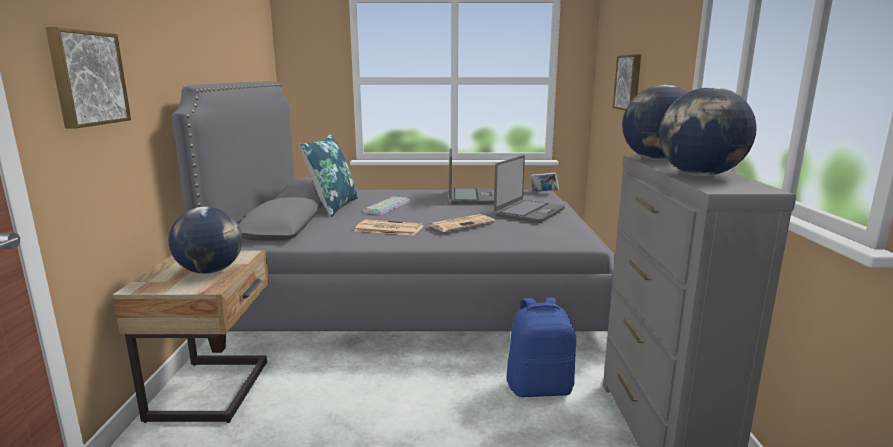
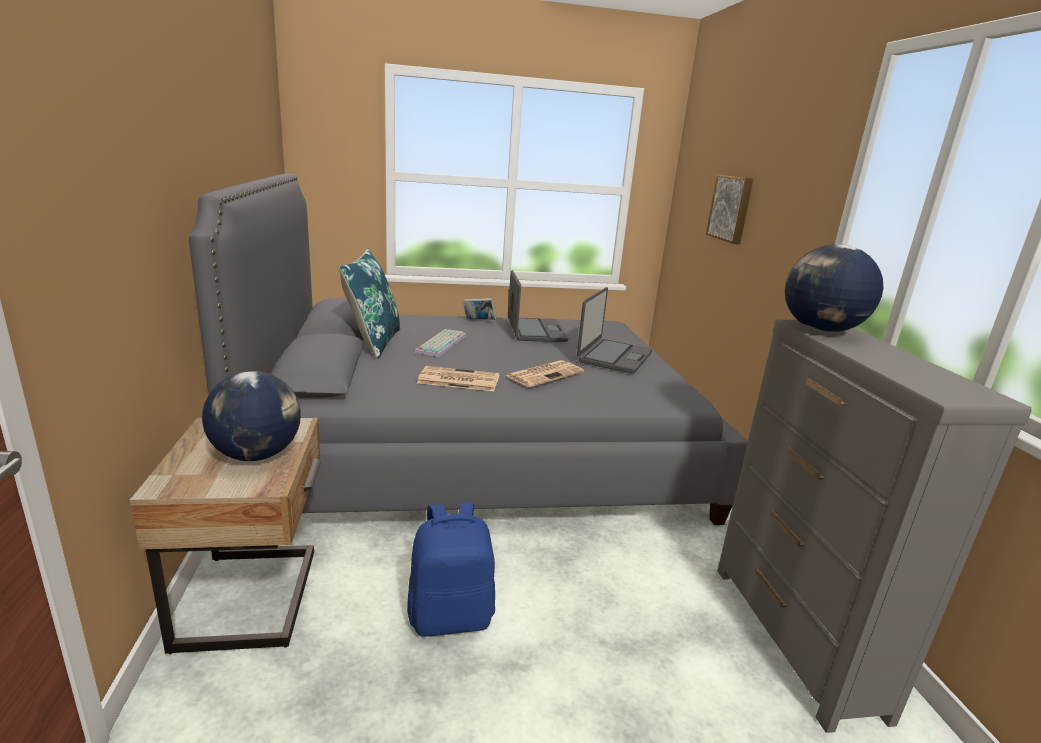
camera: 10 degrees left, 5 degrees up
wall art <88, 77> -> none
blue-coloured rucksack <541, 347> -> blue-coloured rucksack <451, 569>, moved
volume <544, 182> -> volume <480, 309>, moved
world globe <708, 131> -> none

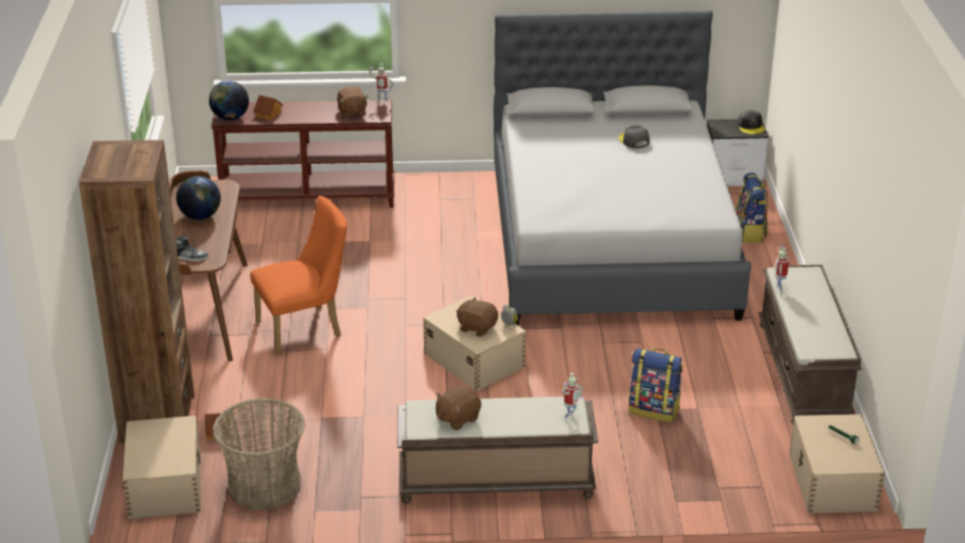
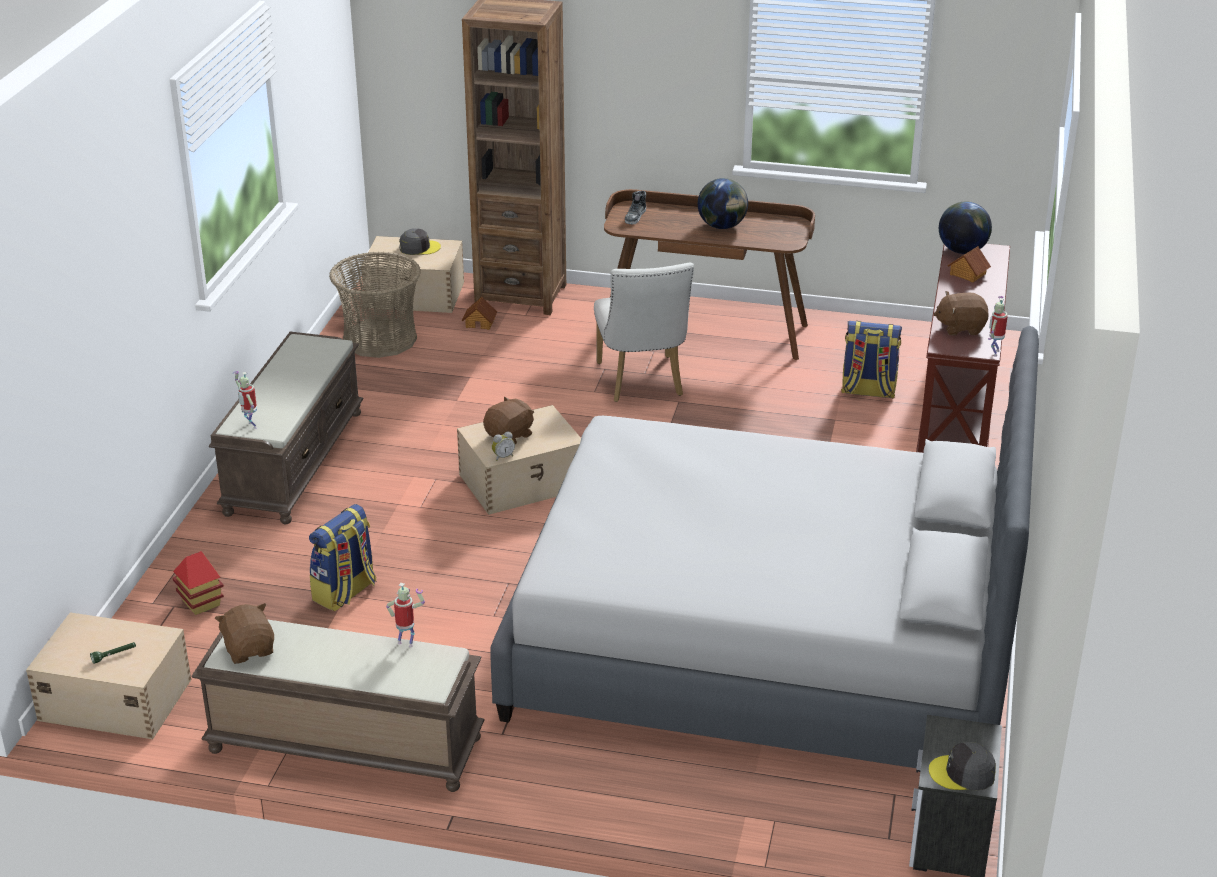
camera: 105 degrees right, 0 degrees up
orange-coloured plain chair <298, 275> -> white-coloured plain chair <644, 332>
brown plush toy <458, 407> -> brown plush toy <244, 633>, moved
grey baseball cap <634, 137> -> grey baseball cap <420, 241>, moved
rucksack <751, 208> -> rucksack <871, 360>, moved
none -> toy house <198, 583>

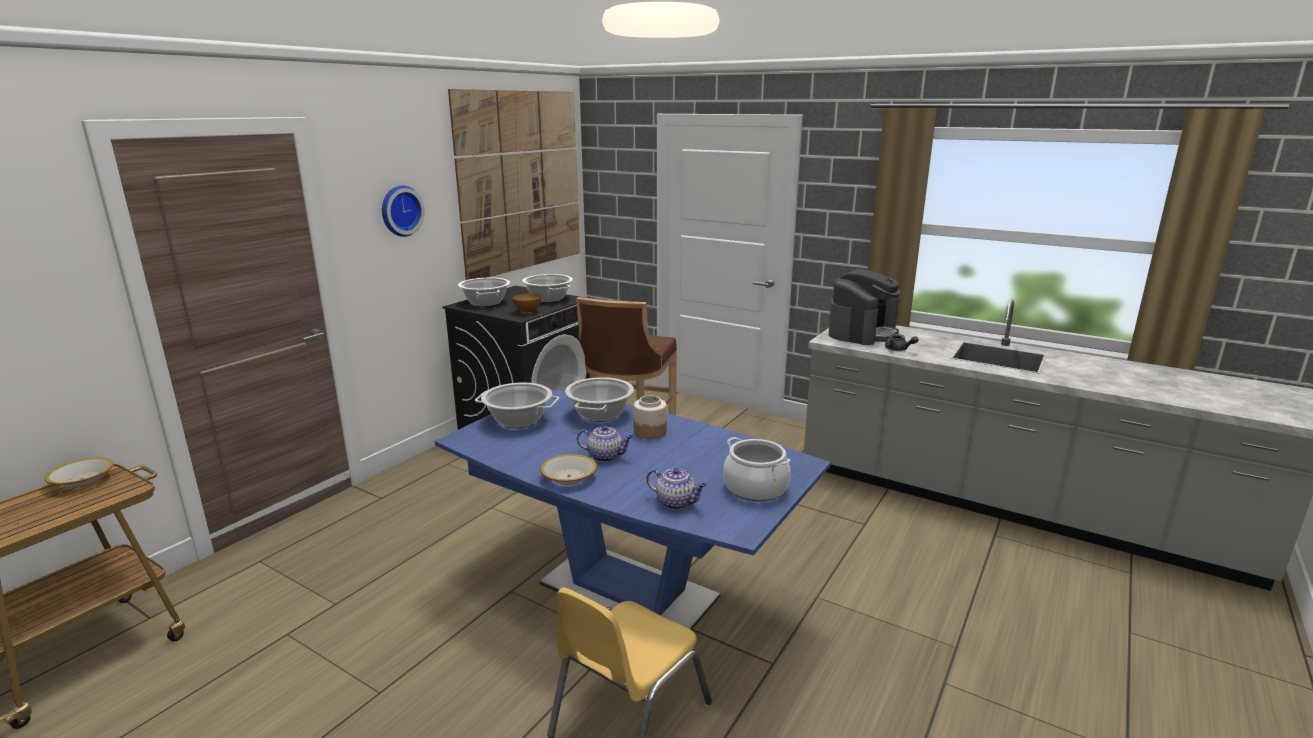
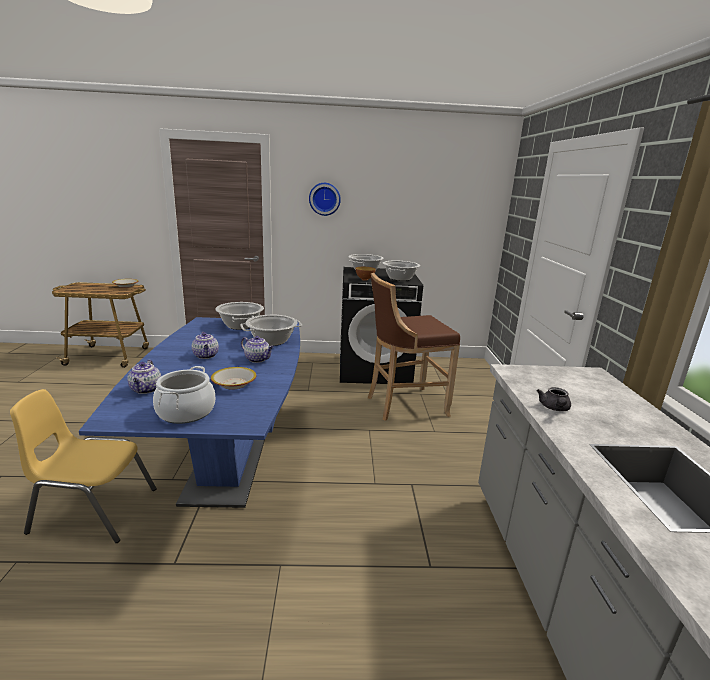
camera: 55 degrees right, 0 degrees up
wall art <514, 184> -> none
serving bowl <568, 469> -> serving bowl <233, 378>, moved
preserve jar <650, 417> -> pot for tea <257, 349>
coffee maker <864, 307> -> none

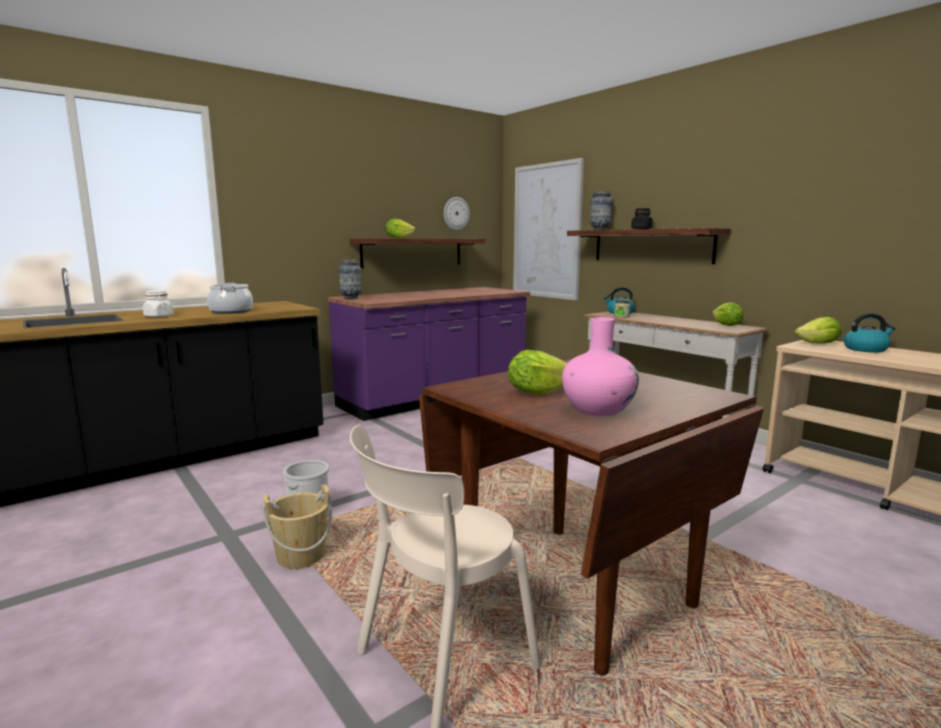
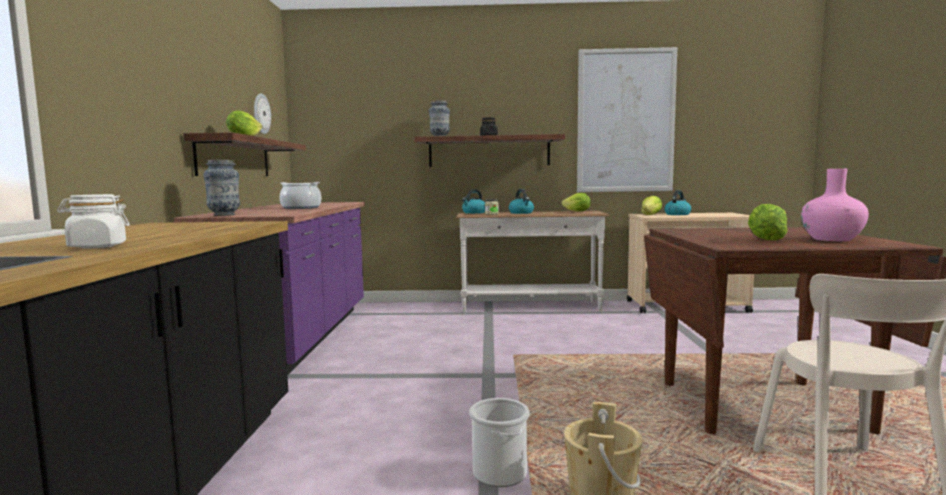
camera: 50 degrees left, 5 degrees down
saucepot <230, 298> -> saucepot <300, 195>, moved
wall art <548, 229> -> wall art <627, 119>, moved
none -> water kettle <521, 201>

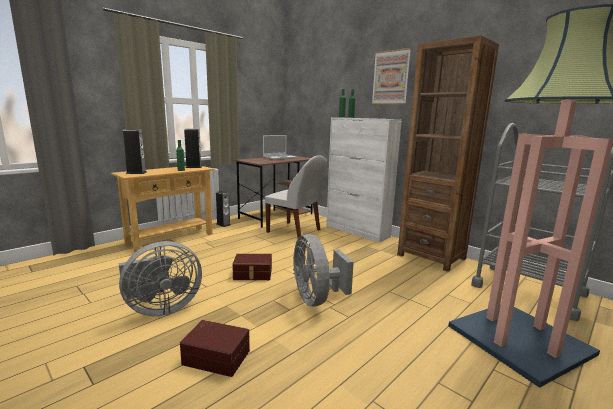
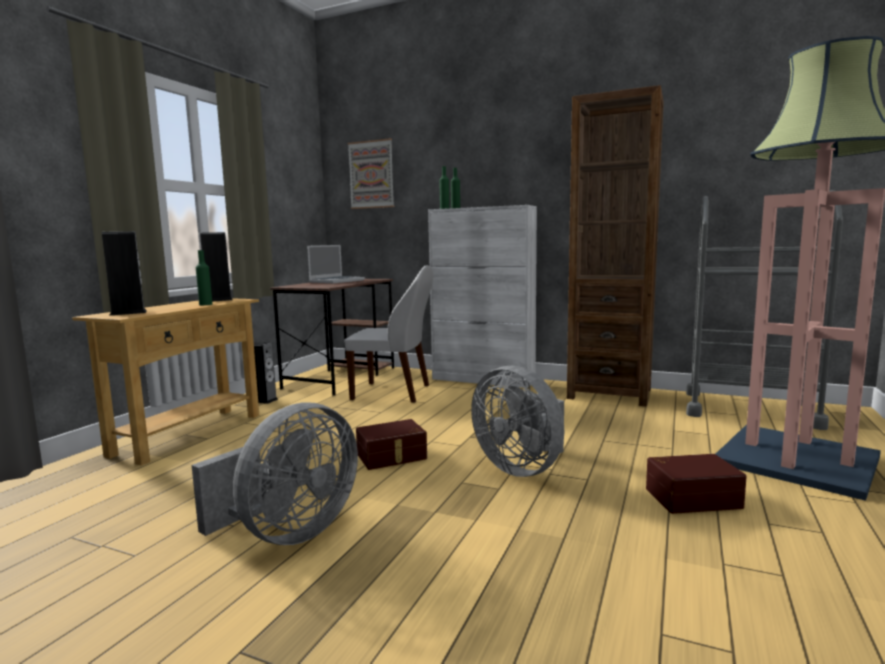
camera: 20 degrees left, 5 degrees down
brown storage bin <215, 348> -> brown storage bin <696, 484>, moved
wall art <391, 76> -> wall art <371, 173>, moved

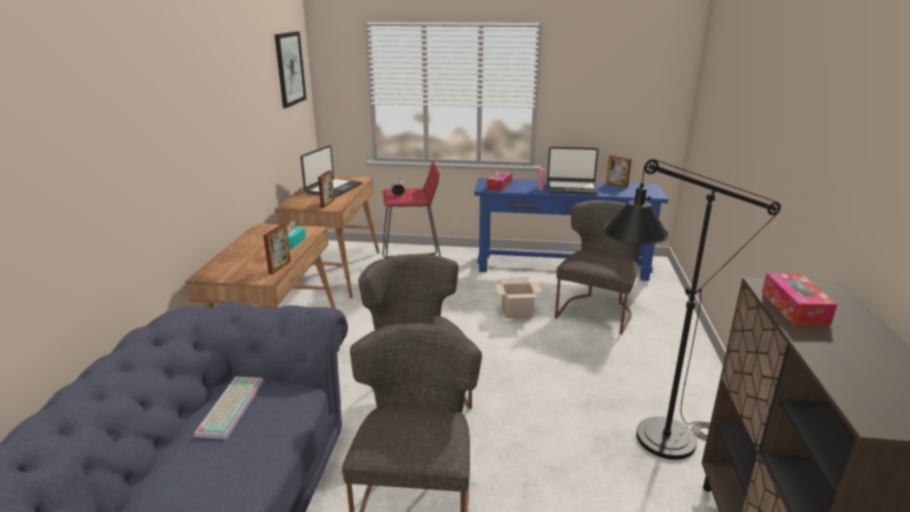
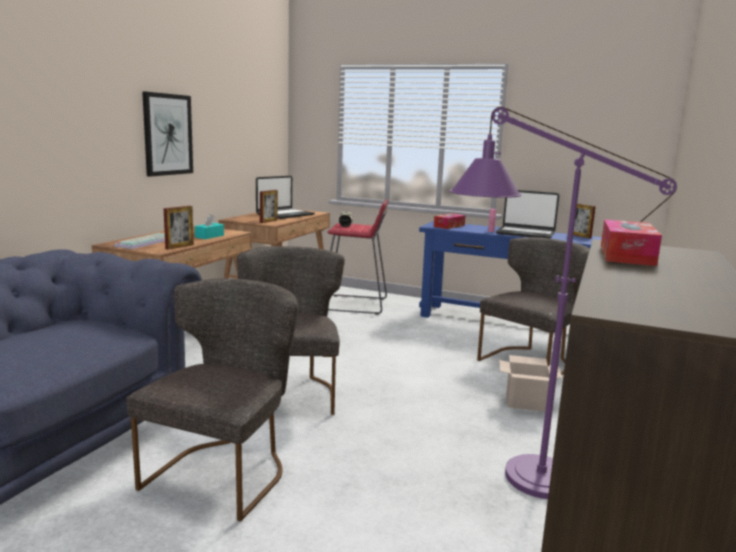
camera: 15 degrees right, 10 degrees down
keyboard <229, 407> -> keyboard <139, 241>, moved
wall art <290, 69> -> wall art <167, 134>, moved
carton <518, 298> -> carton <530, 383>, moved
blackish standing lamp <692, 309> -> purple-coloured standing lamp <563, 303>

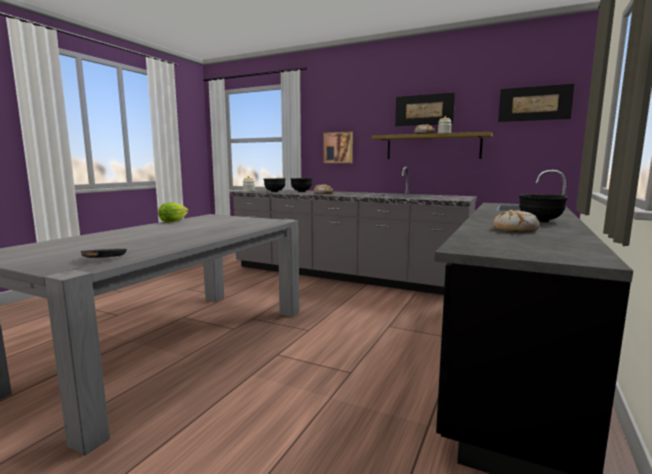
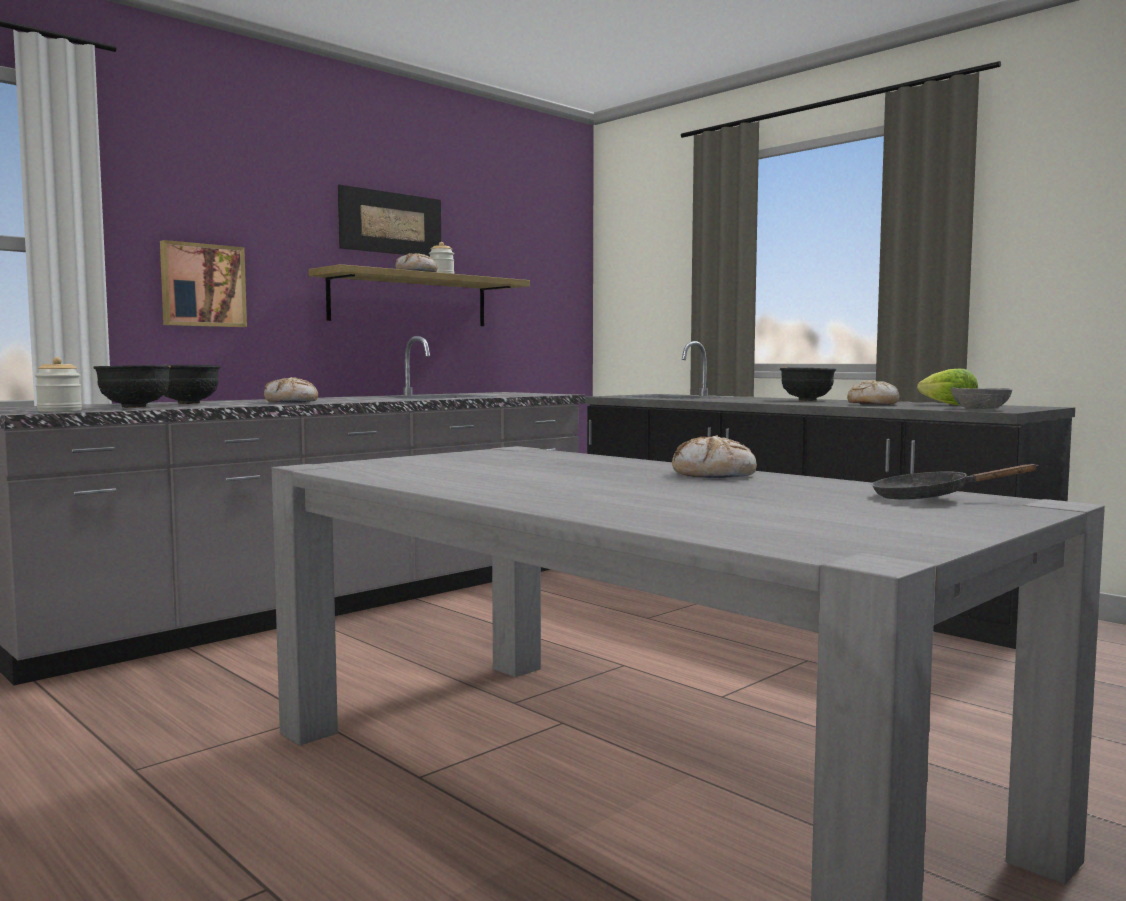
camera: 70 degrees left, 5 degrees down
lettuce <173, 213> -> lettuce <947, 387>, moved
wall art <536, 103> -> none
none -> bread <714, 456>
none -> grey serving bowl <981, 398>

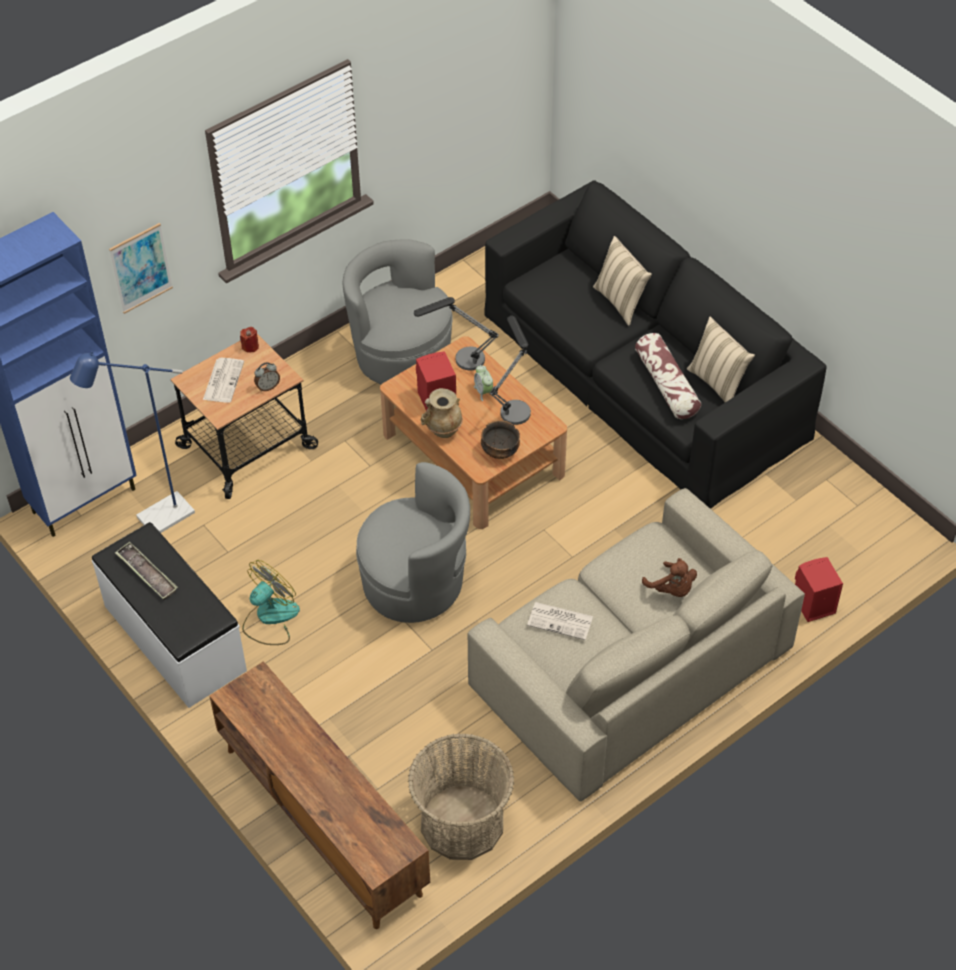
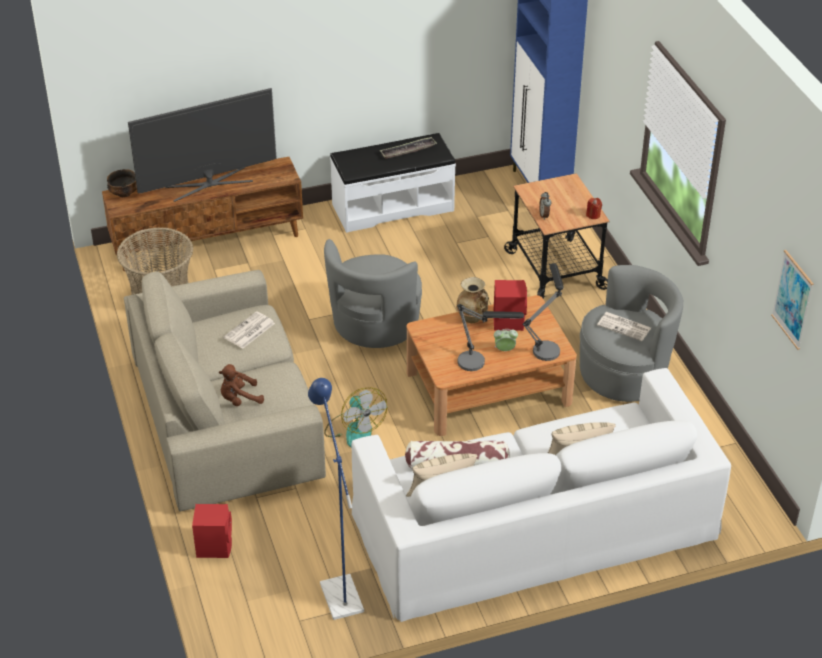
camera: 110 degrees right, 10 degrees down
blue-coloured standing lamp <132, 442> -> blue-coloured standing lamp <336, 499>, moved
wall art <141, 268> -> wall art <792, 300>, moved
newspaper <223, 380> -> newspaper <624, 326>, moved
electric fan <271, 602> -> electric fan <355, 417>, moved
serving bowl <500, 440> -> serving bowl <122, 183>, moved
blackish sofa <656, 344> -> white-coloured sofa <541, 495>
none -> television <202, 145>

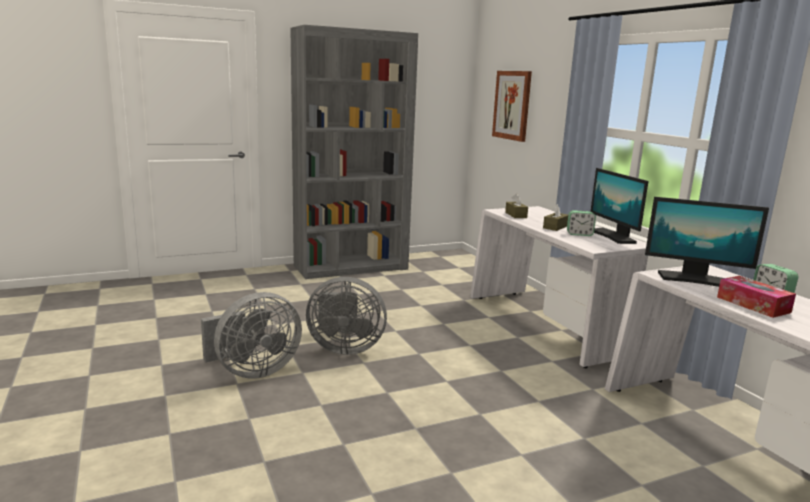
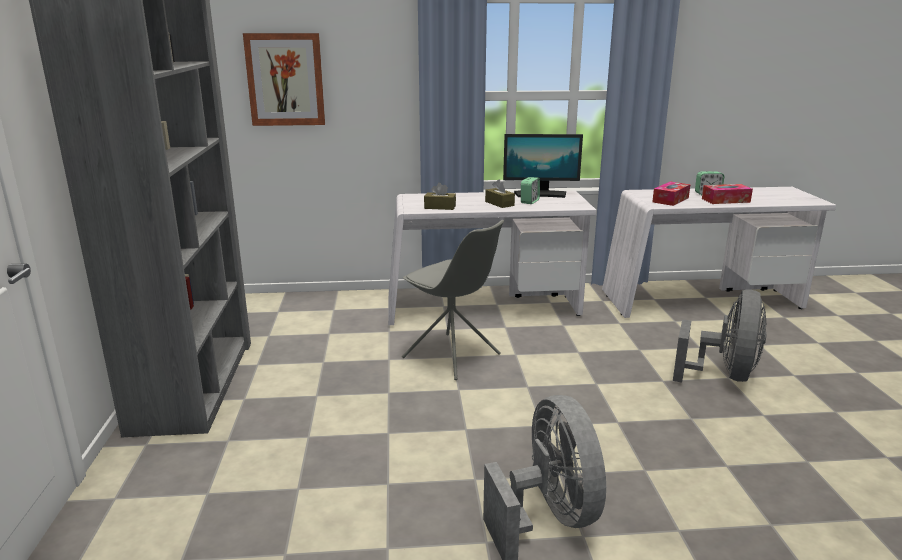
camera: 70 degrees left, 5 degrees up
grey electric fan <346, 316> -> grey electric fan <720, 336>, moved
monitor <707, 242> -> tissue box <671, 194>
none -> grey plain chair <453, 300>

